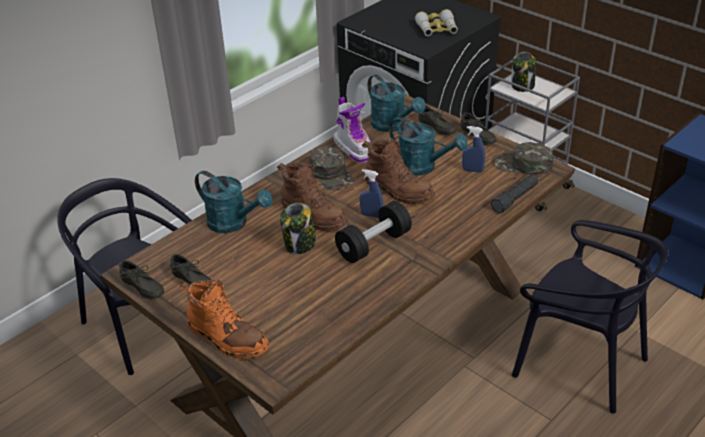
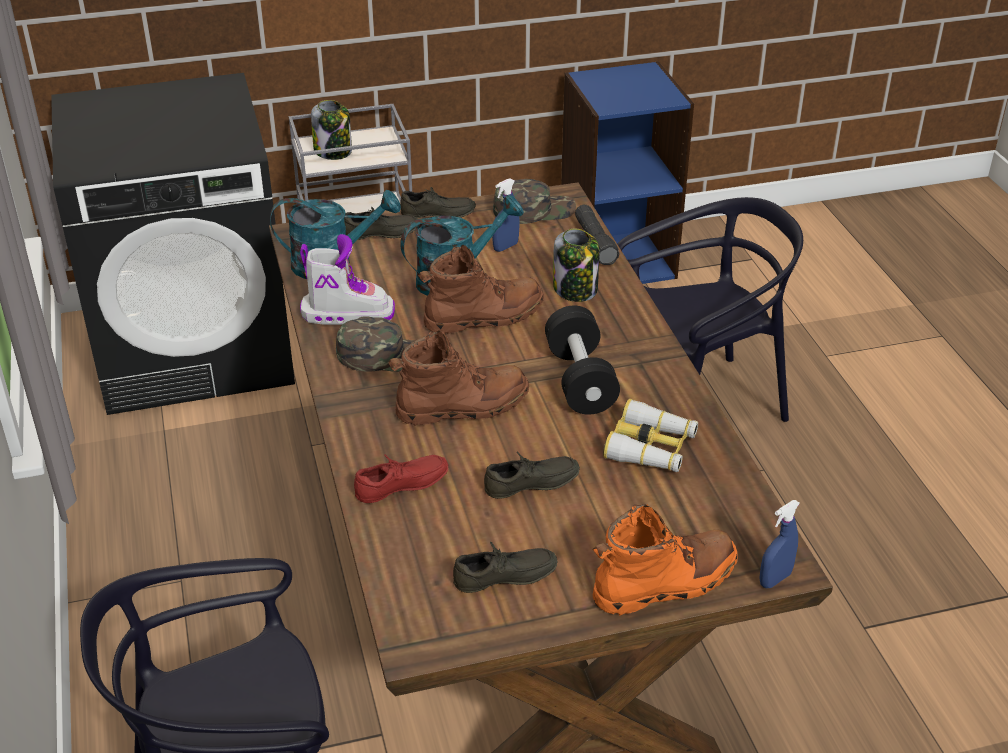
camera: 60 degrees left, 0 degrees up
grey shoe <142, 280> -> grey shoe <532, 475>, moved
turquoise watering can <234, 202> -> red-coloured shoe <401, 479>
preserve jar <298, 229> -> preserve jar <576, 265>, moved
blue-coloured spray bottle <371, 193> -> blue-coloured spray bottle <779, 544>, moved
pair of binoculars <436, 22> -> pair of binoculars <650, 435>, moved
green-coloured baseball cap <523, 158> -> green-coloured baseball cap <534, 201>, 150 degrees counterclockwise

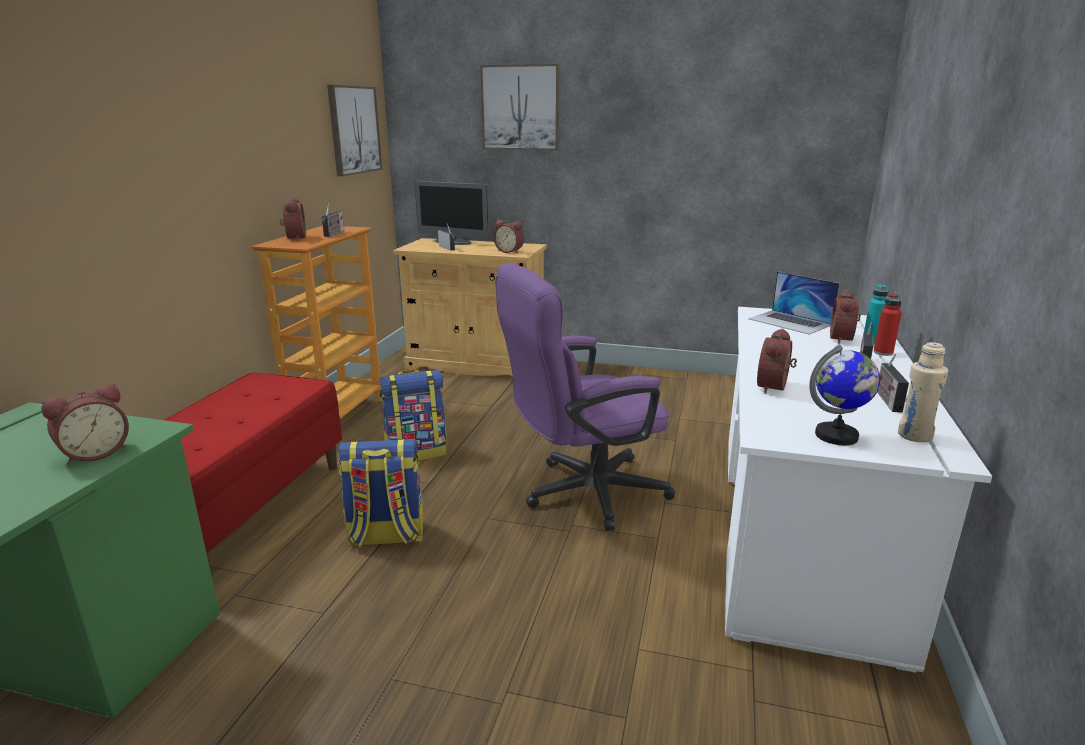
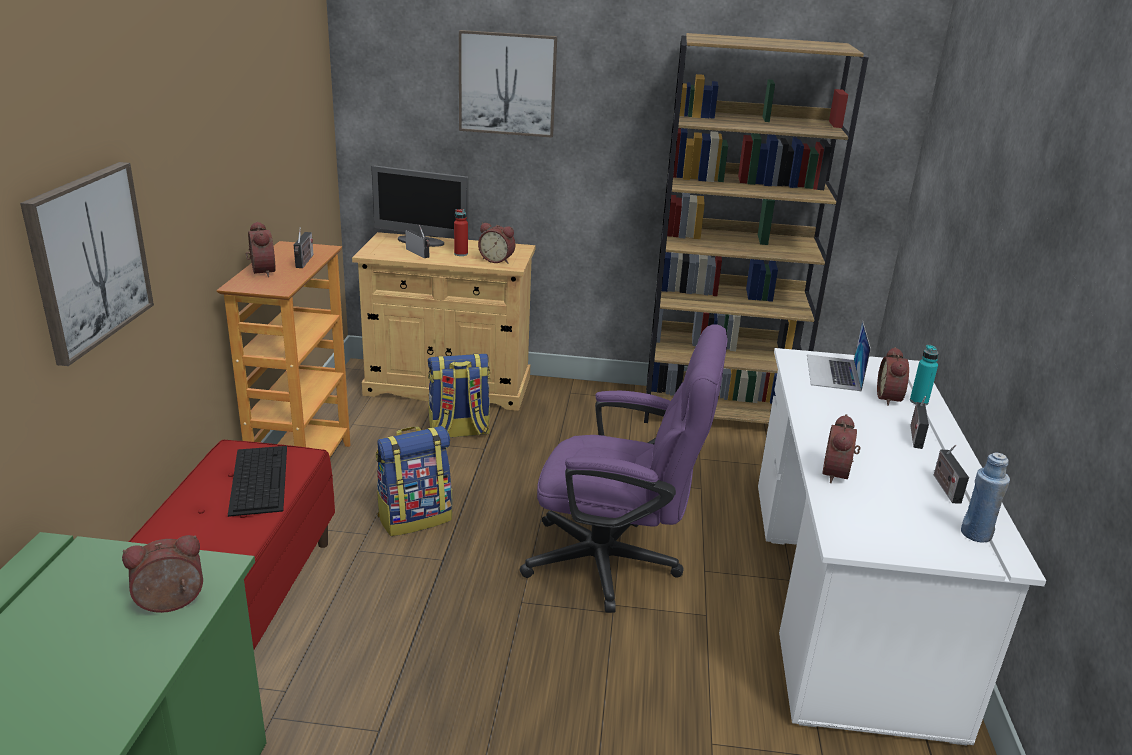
camera: 10 degrees left, 5 degrees up
bedside clock <85, 424> -> bedside clock <162, 574>, 150 degrees counterclockwise
wall art <354, 130> -> wall art <87, 264>, moved
rucksack <380, 493> -> rucksack <459, 396>, moved
purple-coloured office chair <585, 397> -> purple-coloured office chair <624, 468>, 135 degrees counterclockwise
notebook computer <794, 303> -> notebook computer <839, 355>, 60 degrees clockwise
world globe <844, 395> -> none
red-coloured bottle <888, 325> -> red-coloured bottle <461, 232>, moved
sand-coloured bottle <923, 392> -> blue-coloured bottle <985, 497>
none -> keyboard <257, 481>
none -> brown bookshelf <756, 228>

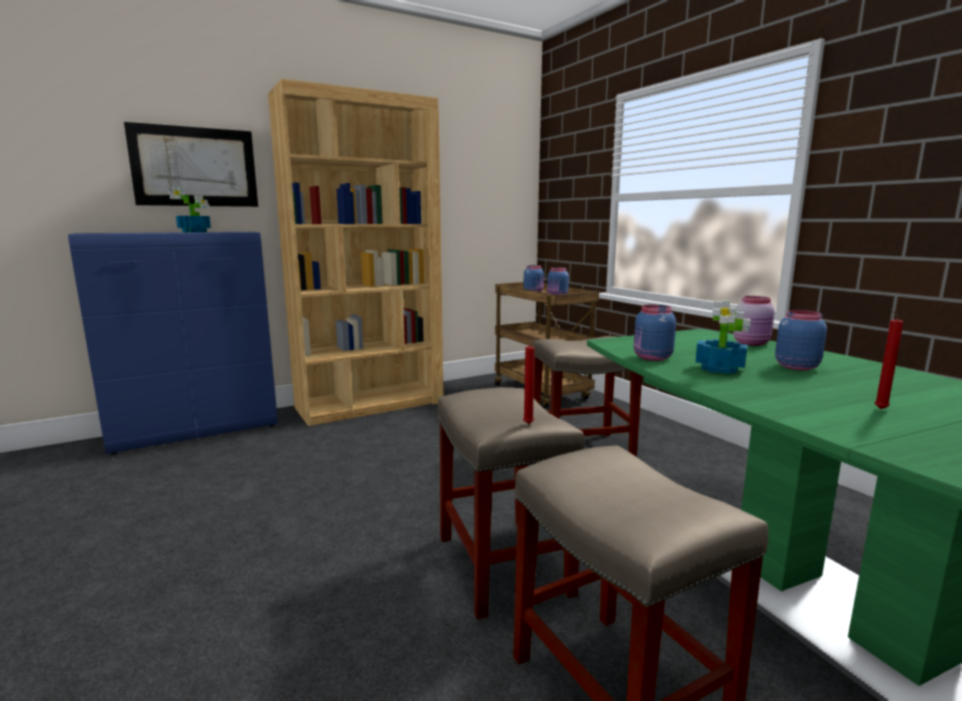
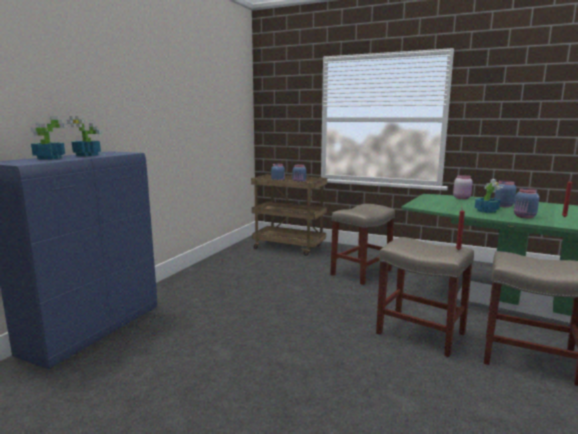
camera: 35 degrees left, 0 degrees up
wall art <191, 164> -> none
brown bookshelf <356, 252> -> none
blue-coloured preserve jar <655, 333> -> blue-coloured preserve jar <526, 203>, moved
none -> potted plant <48, 138>

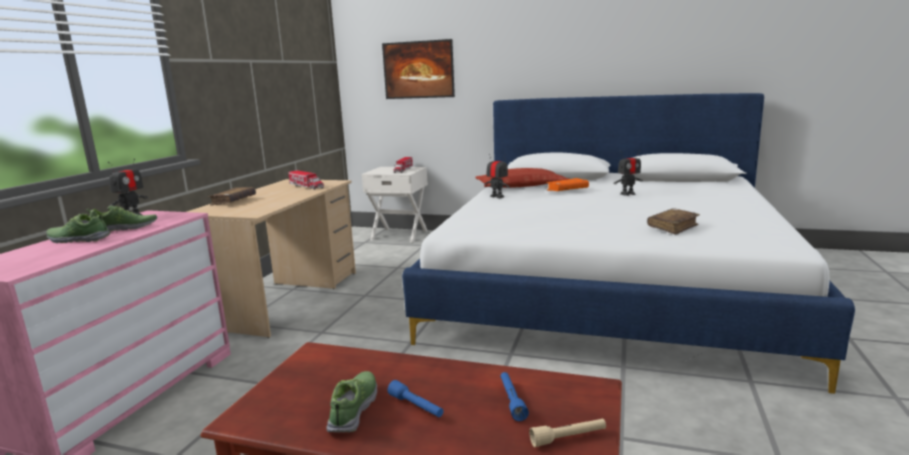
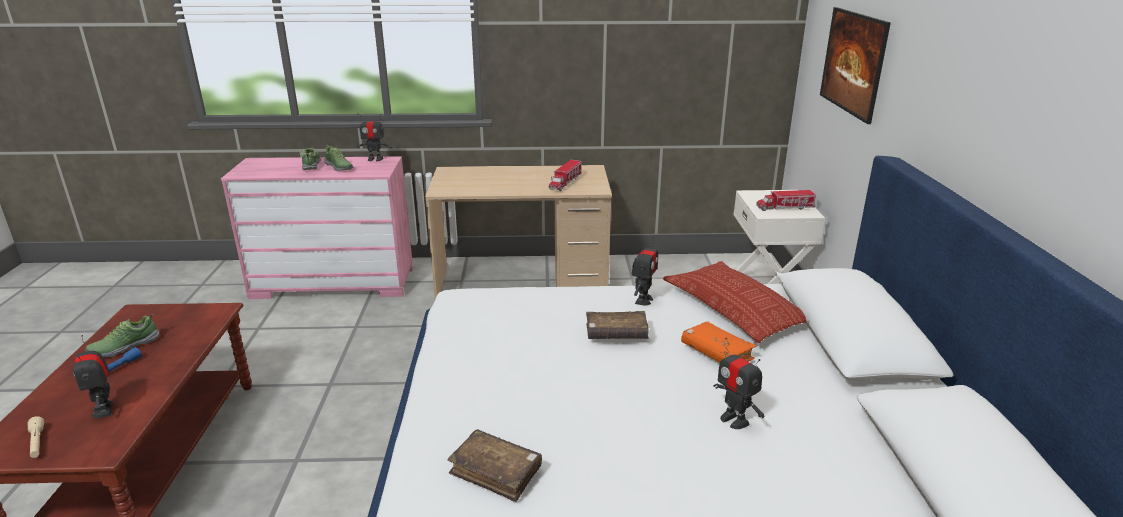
camera: 70 degrees right, 10 degrees up
brown volume <232, 196> -> brown volume <617, 325>, moved
shoe <351, 402> -> shoe <122, 335>, 150 degrees clockwise
blue-coloured torch <515, 396> -> robot figure <93, 376>

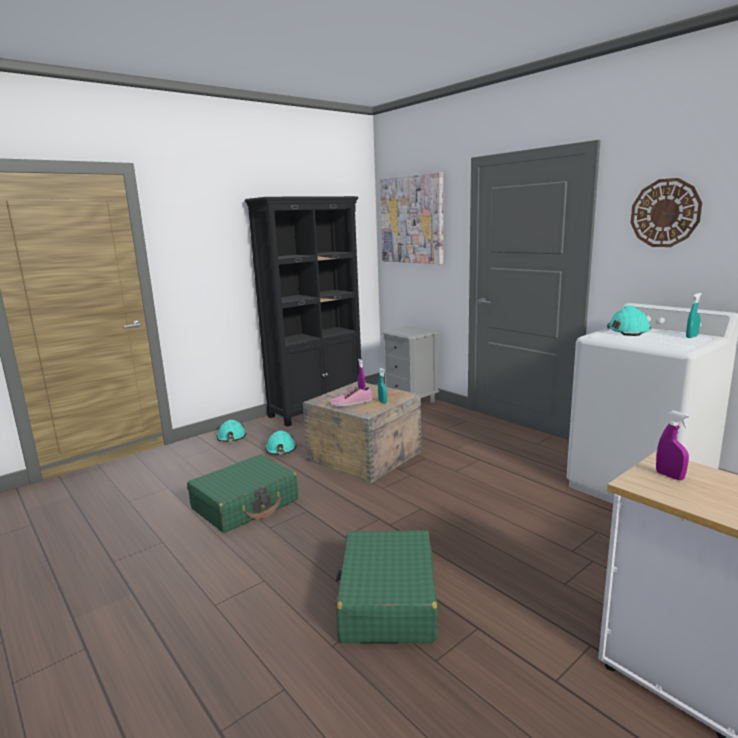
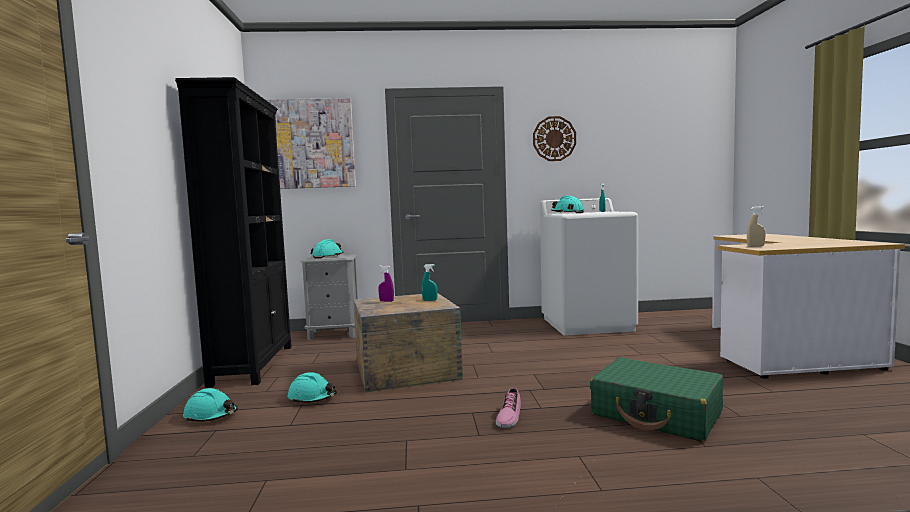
camera: 55 degrees left, 10 degrees down
green-coloured piece of luggage <242, 494> -> none
shoe <351, 397> -> shoe <508, 408>, moved
purple-coloured spray bottle <673, 445> -> sand-coloured spray bottle <756, 226>
none -> turquoise work helmet <327, 249>

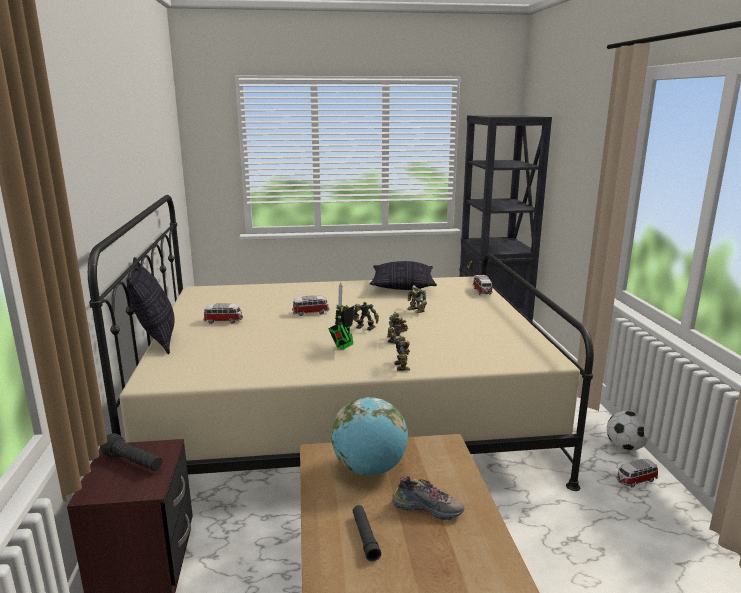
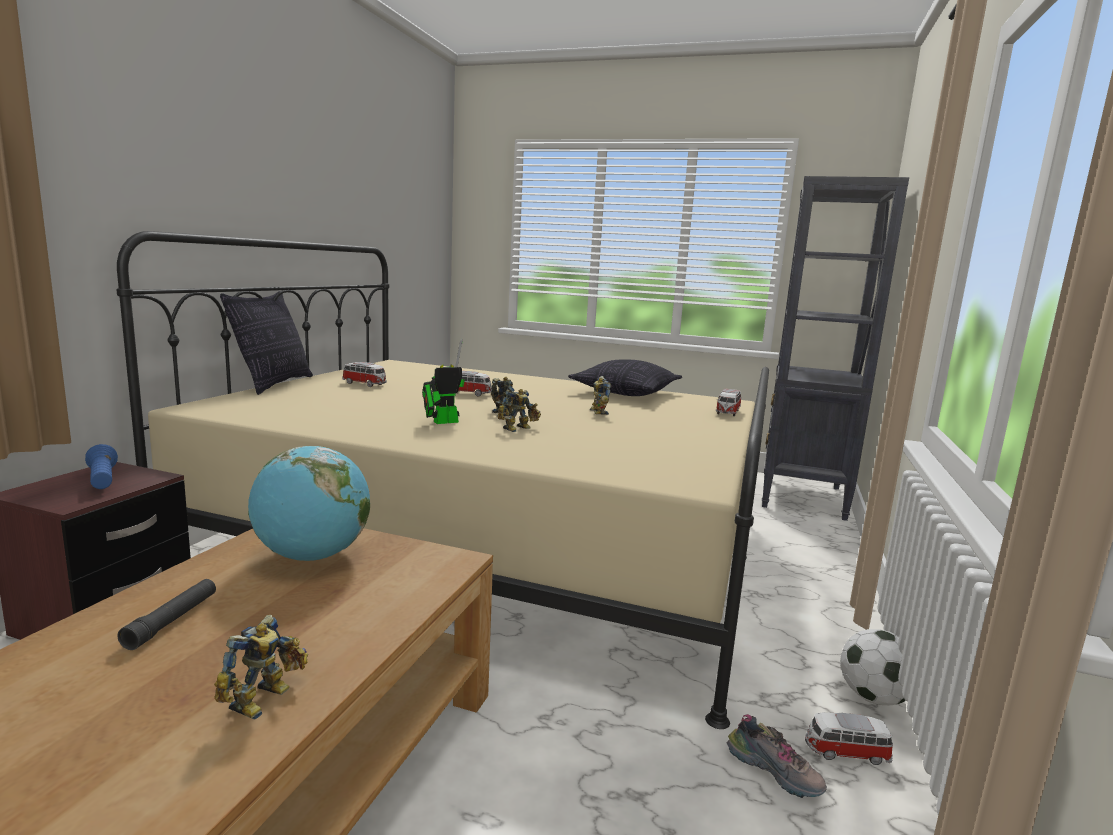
camera: 25 degrees right, 5 degrees down
blackish torch <131, 452> -> blue-coloured torch <101, 466>
shoe <428, 498> -> shoe <776, 756>, moved
robot figure <402, 353> -> robot figure <261, 667>, moved

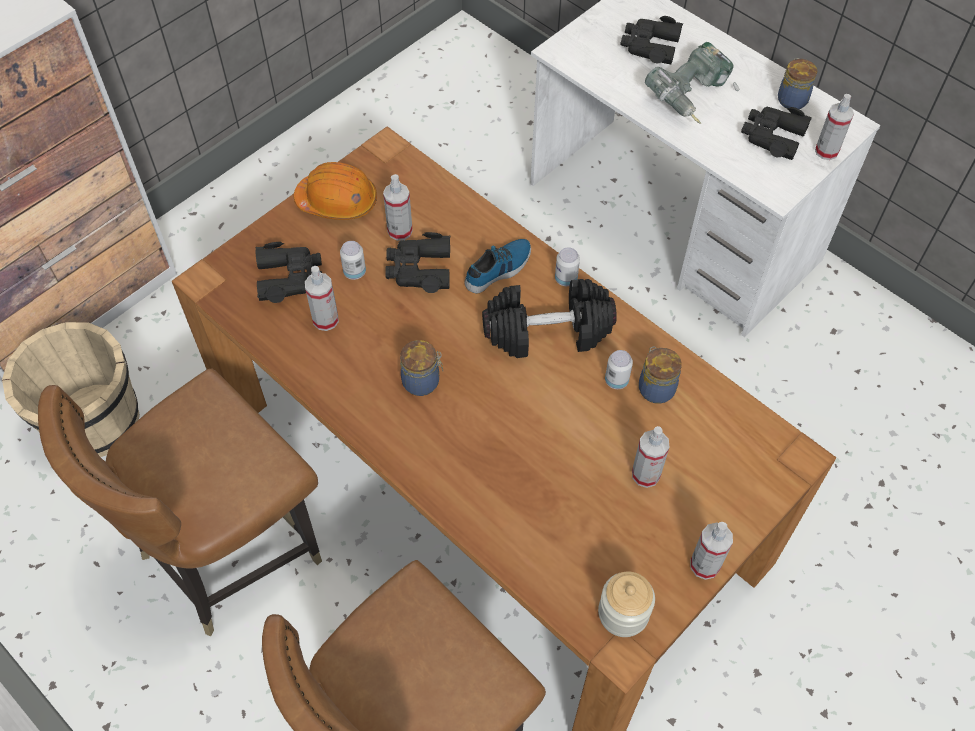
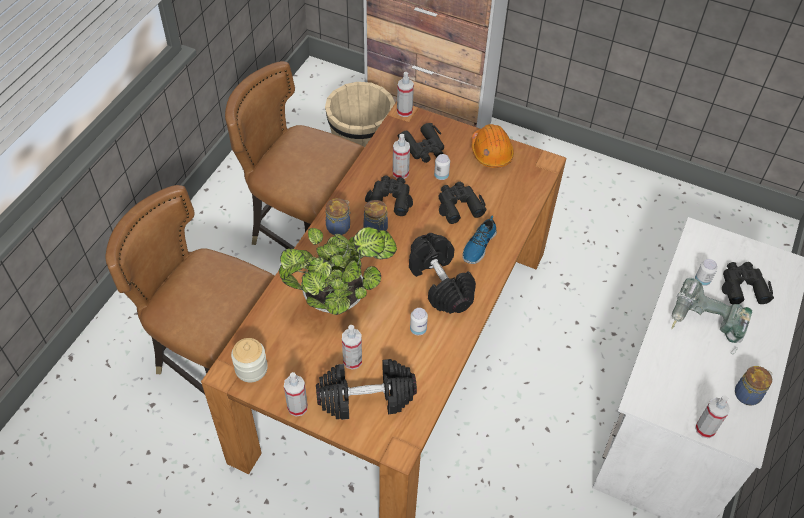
camera: 70 degrees right, 5 degrees down
spray bottle <398, 207> -> spray bottle <405, 94>, moved
shoe <497, 266> -> shoe <479, 239>, 90 degrees clockwise
can <567, 266> -> can <706, 272>, moved
preserve jar <660, 375> -> preserve jar <338, 216>, moved
blackish pair of binoculars <776, 133> -> blackish pair of binoculars <389, 196>, moved
none -> potted plant <338, 271>
none -> blackish hand weight <366, 389>

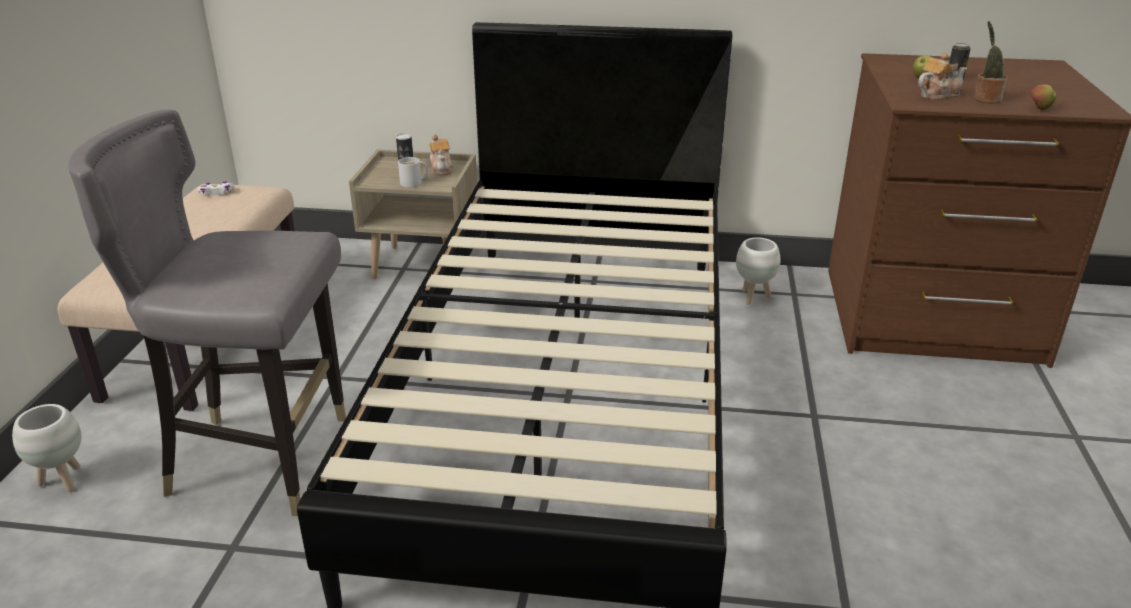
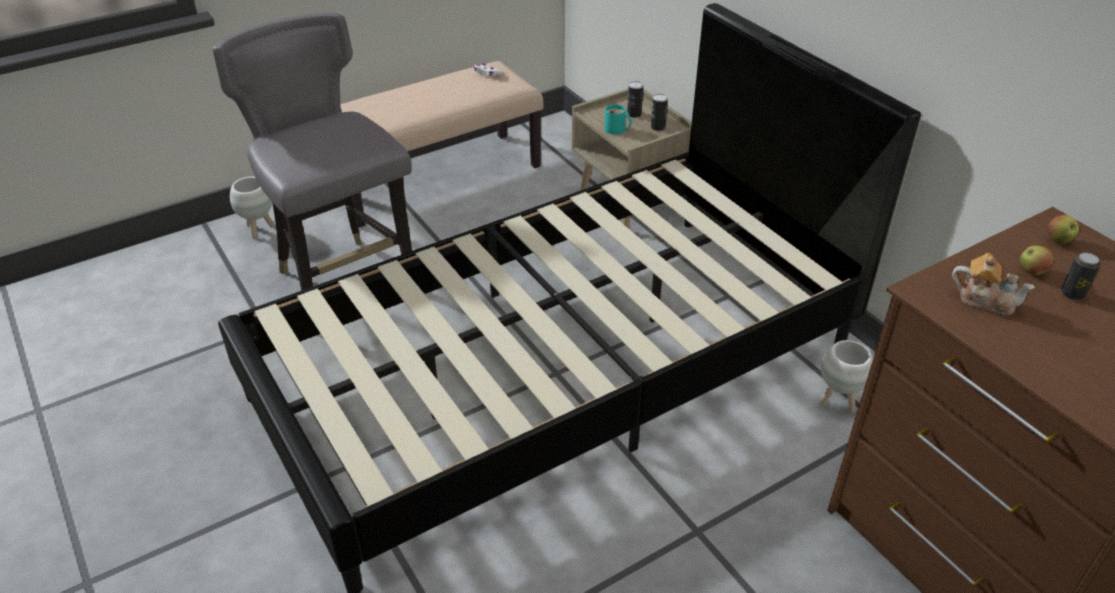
camera: 50 degrees right, 10 degrees up
white-coloured mug <413, 172> -> turquoise mug <618, 120>
pot for tea <441, 154> -> can <659, 112>
potted plant <990, 62> -> none
apple <1043, 97> -> apple <1063, 229>, moved

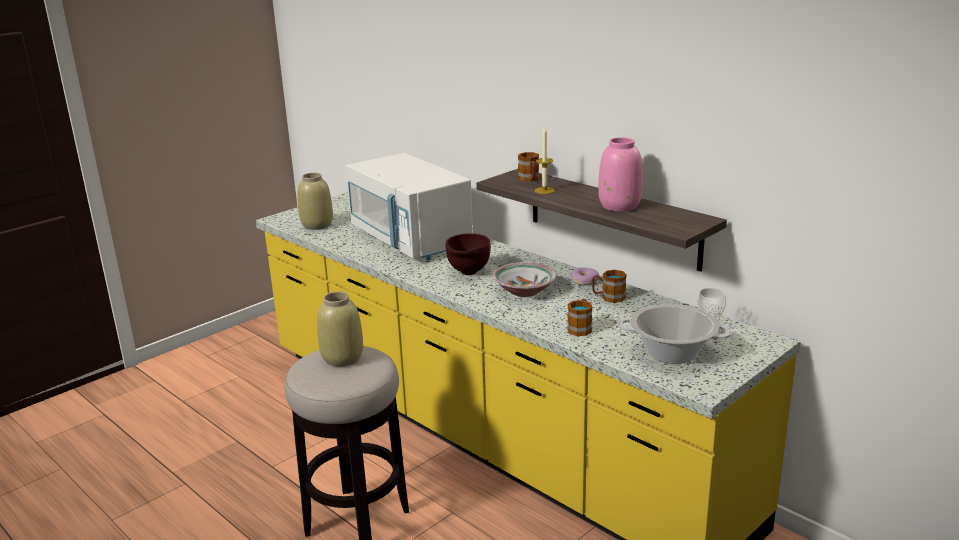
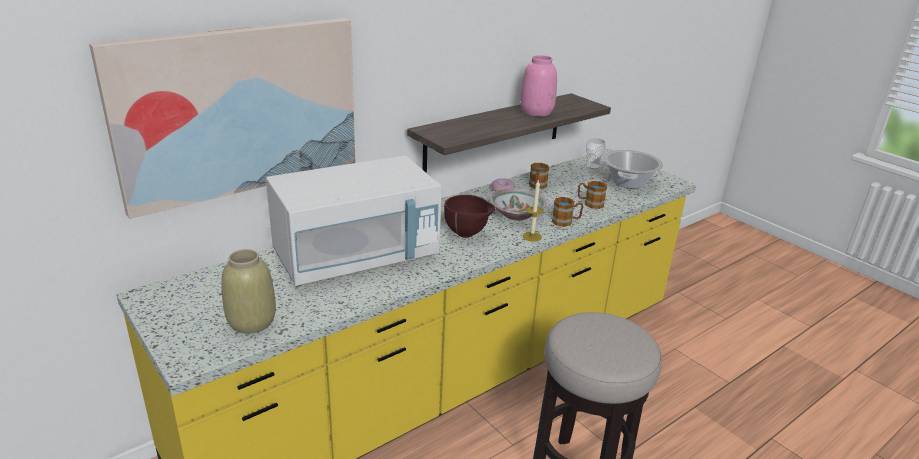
camera: 85 degrees left, 5 degrees up
sand-coloured decorative vase <340, 329> -> none
mug <528, 167> -> mug <567, 212>, moved
wax light <545, 160> -> wax light <533, 210>, moved
none -> wall art <222, 118>

